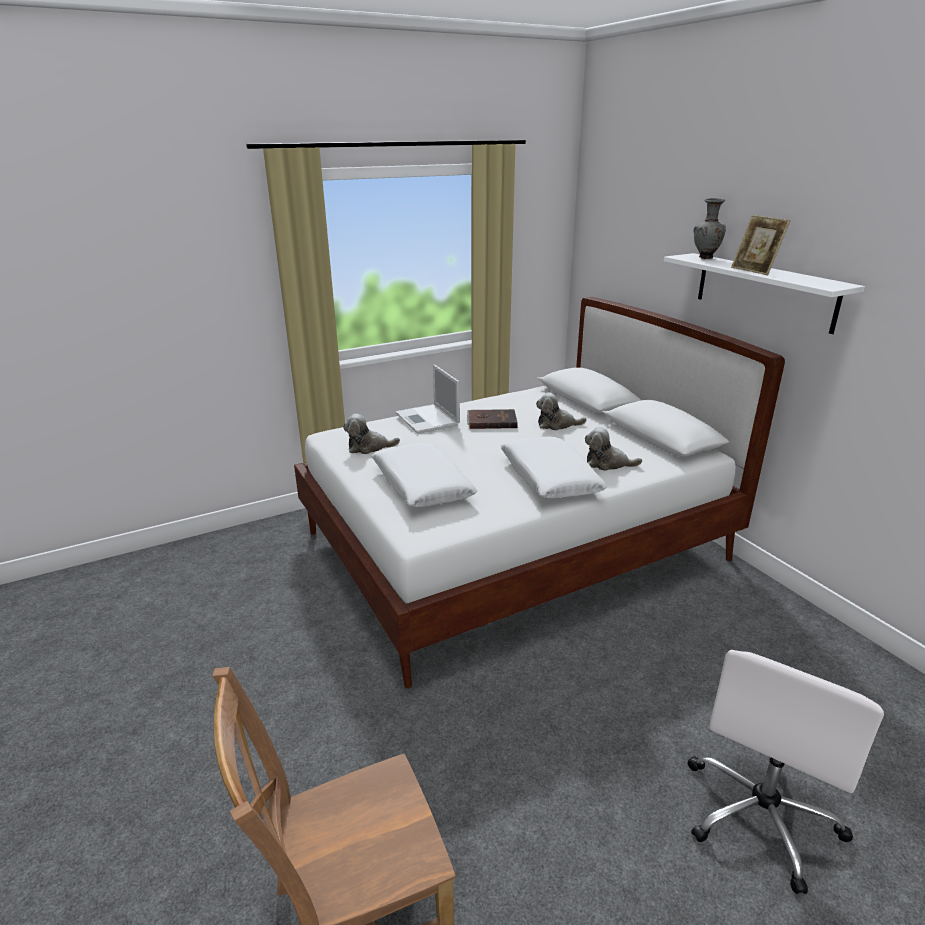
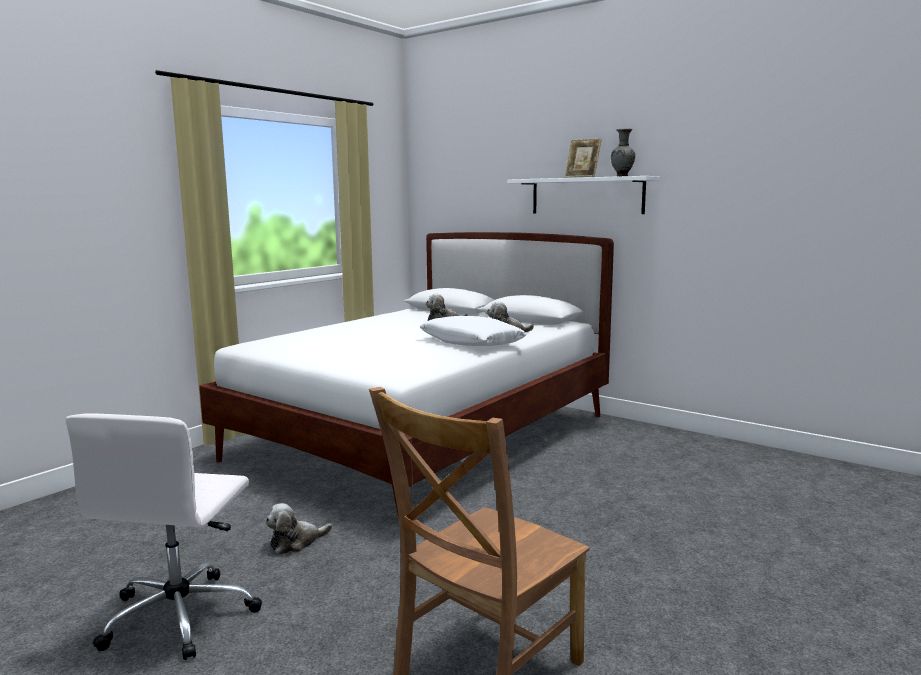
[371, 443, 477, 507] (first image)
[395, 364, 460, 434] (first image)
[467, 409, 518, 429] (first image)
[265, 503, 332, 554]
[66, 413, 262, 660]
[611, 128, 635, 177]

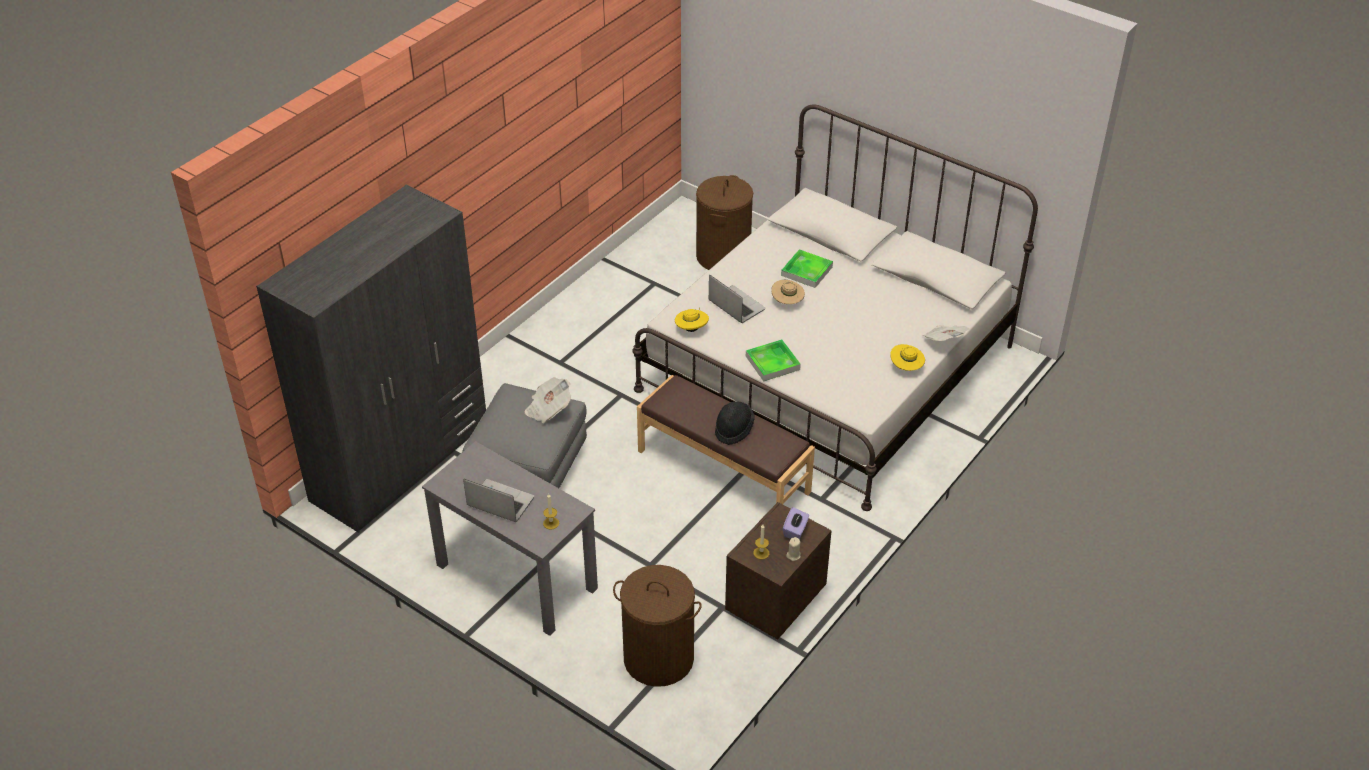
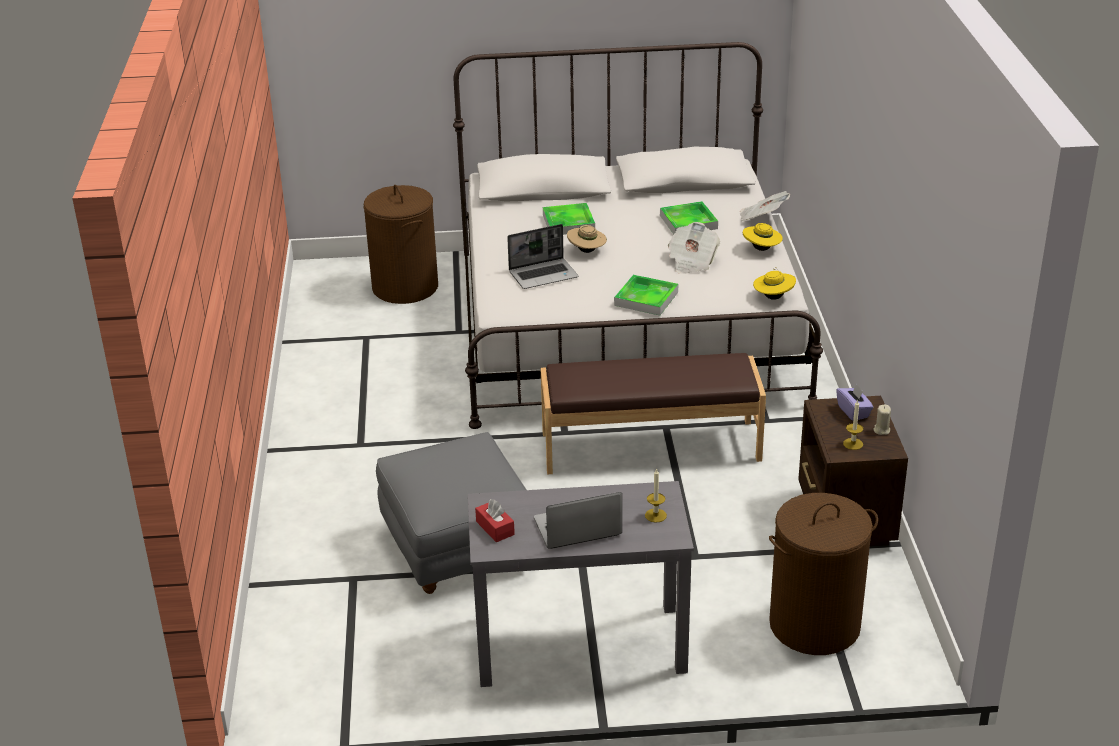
[256, 185, 486, 533] (first image)
[715, 401, 755, 445] (first image)
[475, 499, 515, 542]
[660, 201, 718, 234]
[668, 222, 720, 274]
[753, 267, 796, 300]
[507, 224, 579, 289]

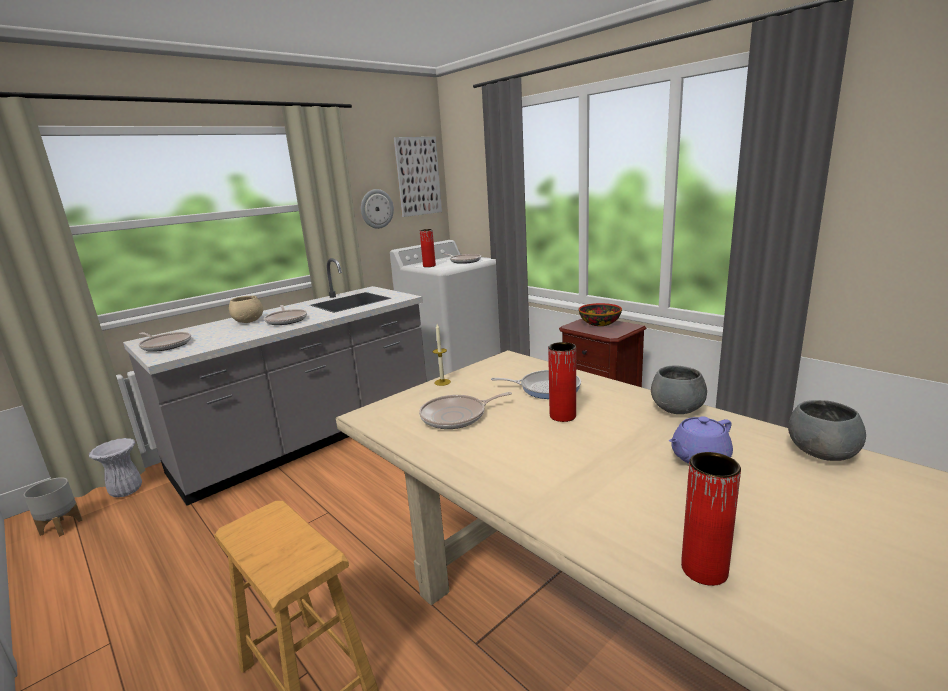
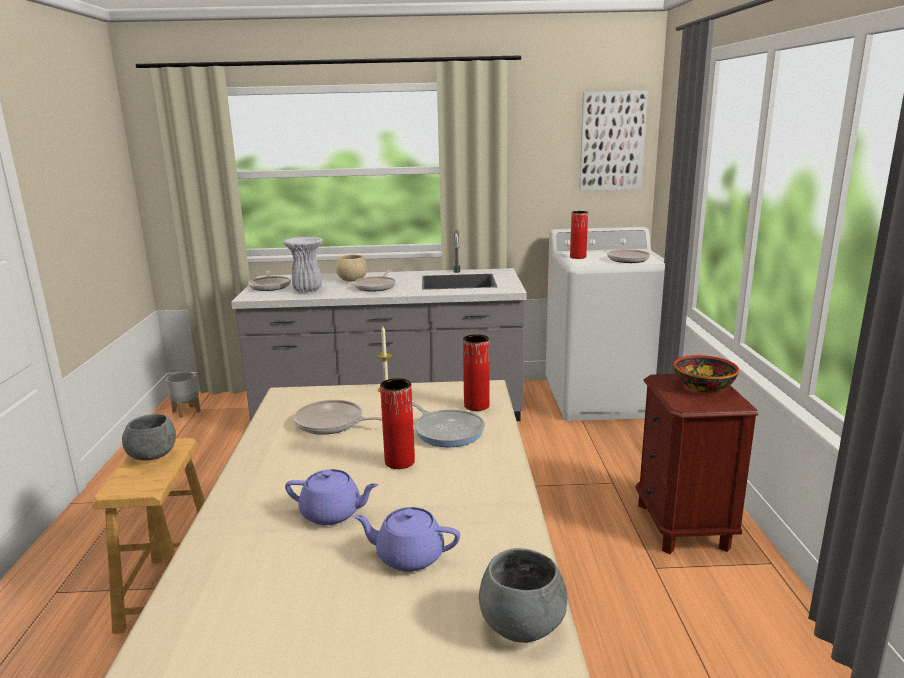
[361, 189, 394, 229] (first image)
[285, 469, 379, 525]
[283, 237, 323, 292]
[122, 414, 176, 461]
[463, 334, 490, 411]

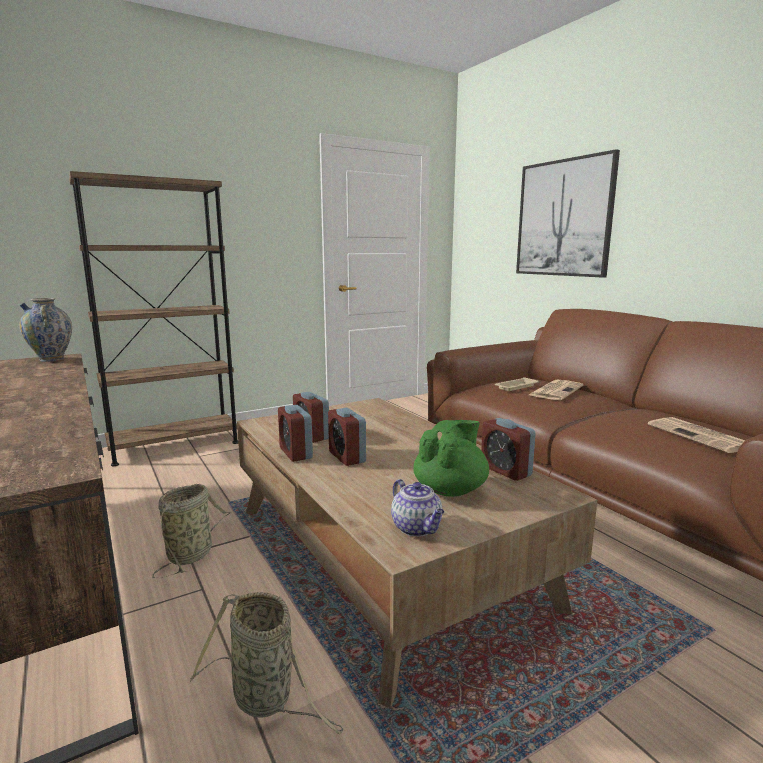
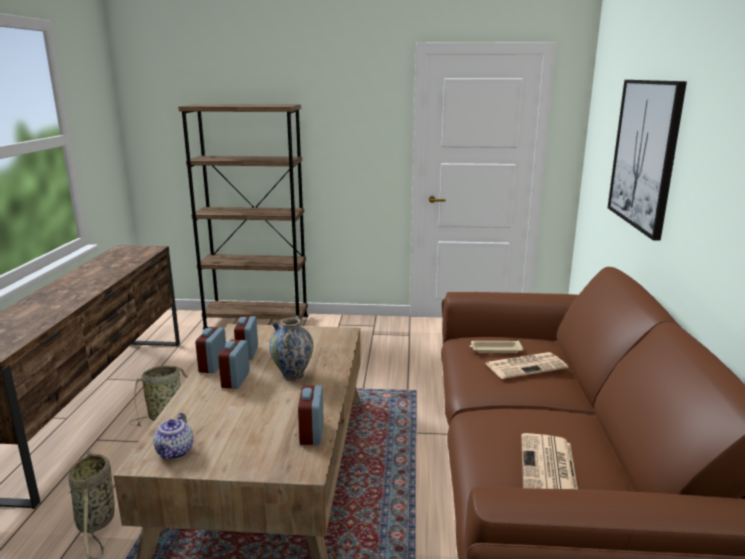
[413, 420, 489, 497] (first image)
[269, 316, 313, 381]

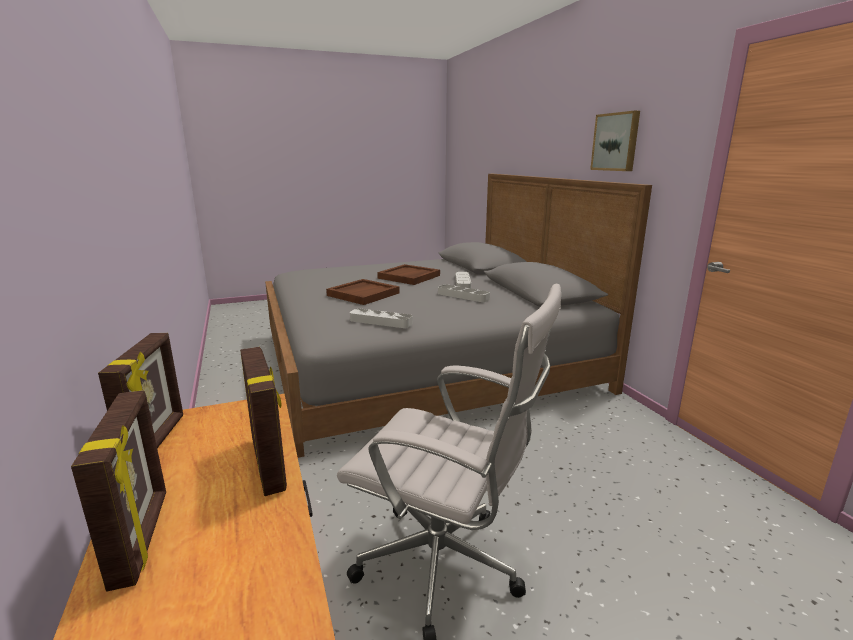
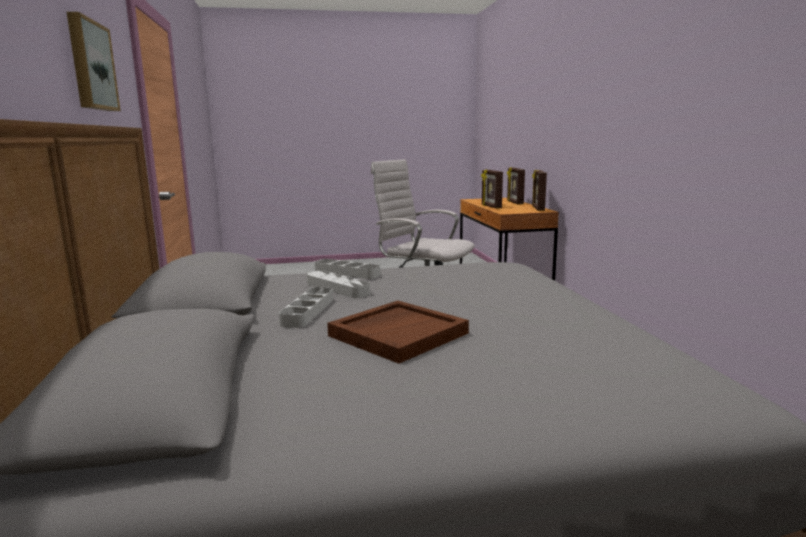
[326, 279, 399, 305] (first image)
[314, 259, 380, 279]

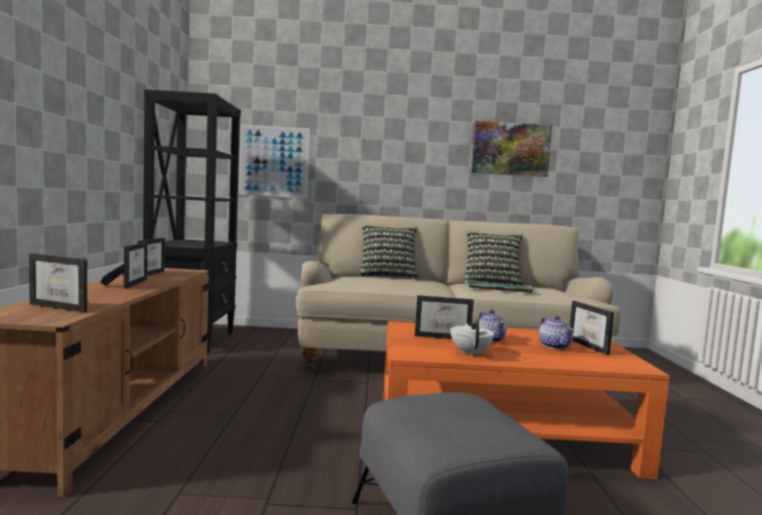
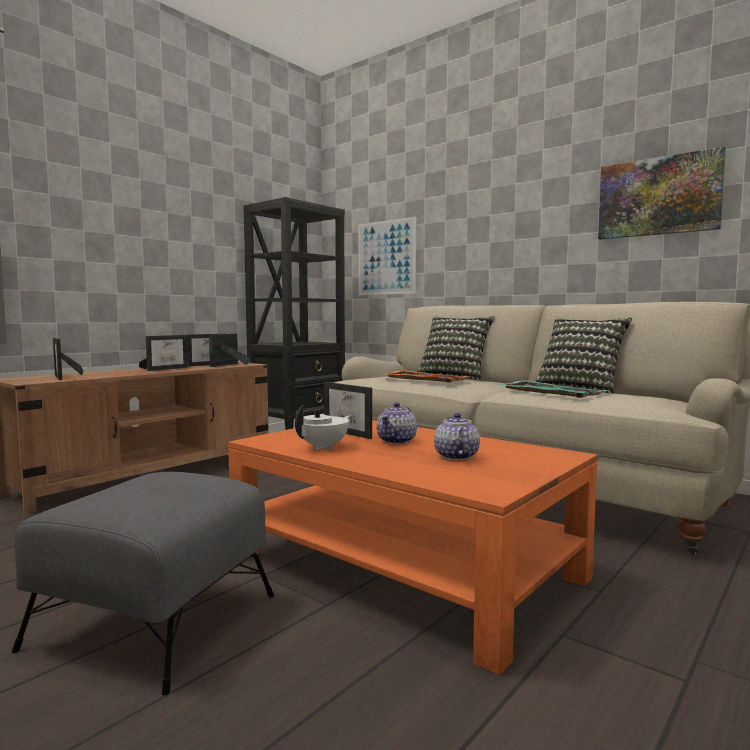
[379, 370, 471, 383]
[209, 334, 251, 367]
[434, 413, 480, 460]

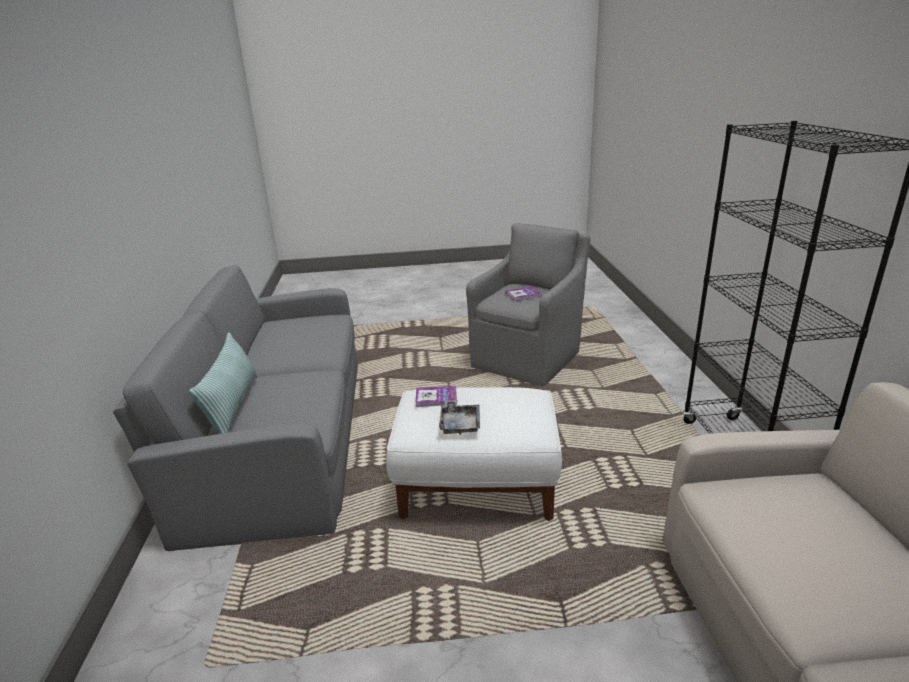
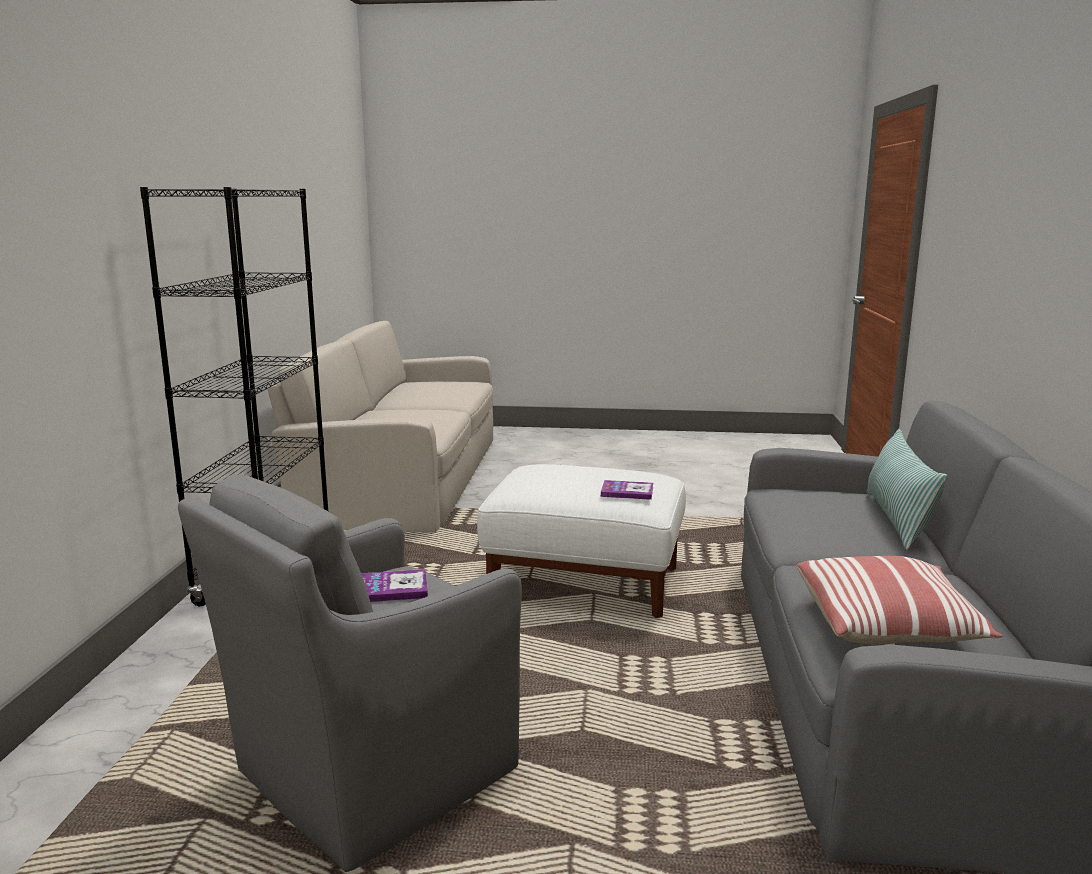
[439, 400, 480, 435] (first image)
[797, 556, 1003, 645]

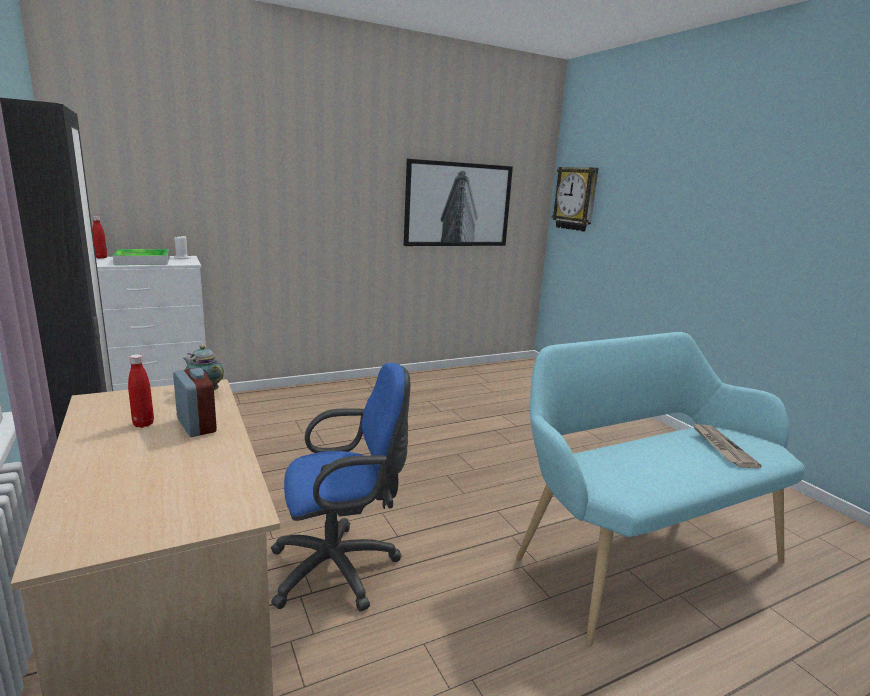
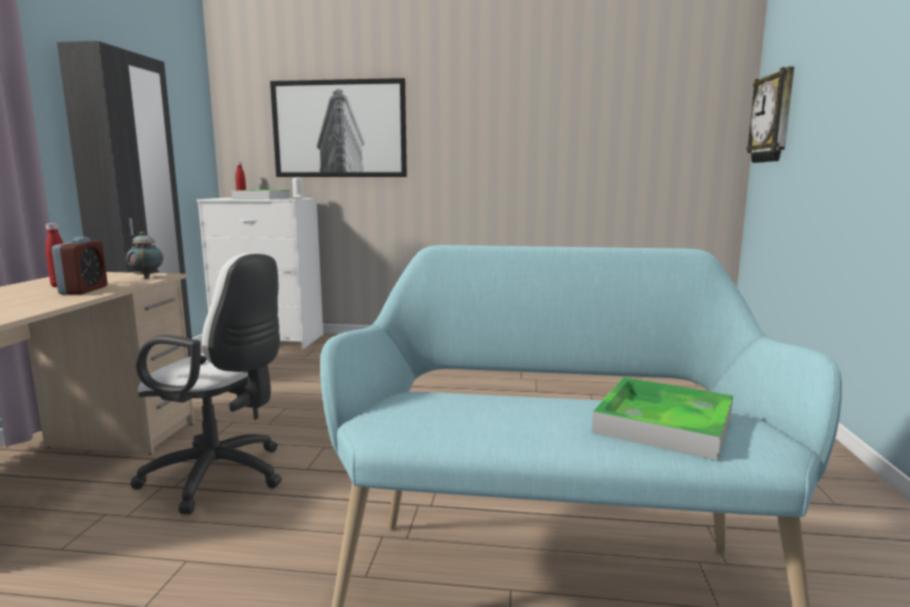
[270, 78, 407, 177]
[592, 377, 733, 461]
[130, 253, 282, 514]

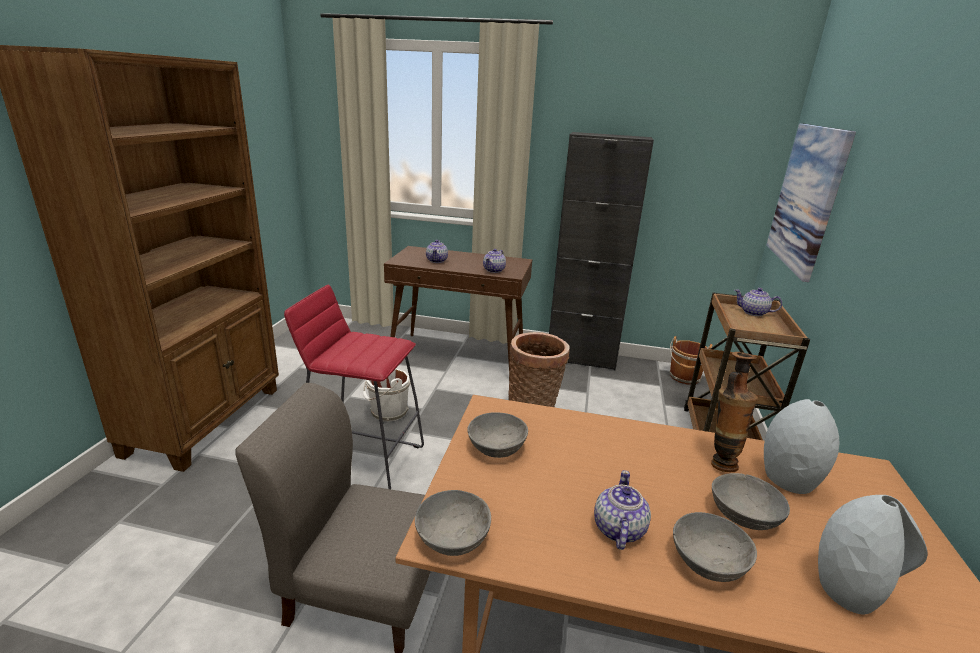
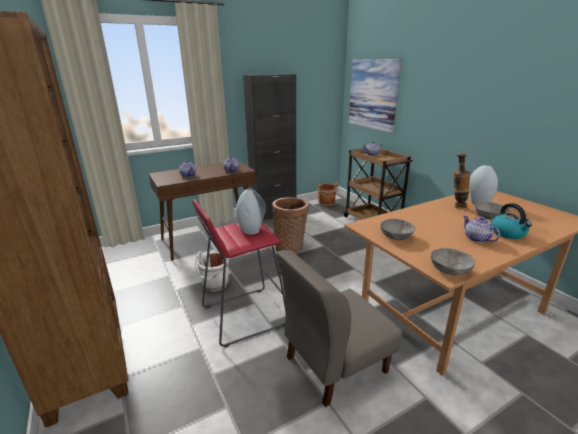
[236, 188, 266, 235]
[491, 203, 532, 239]

